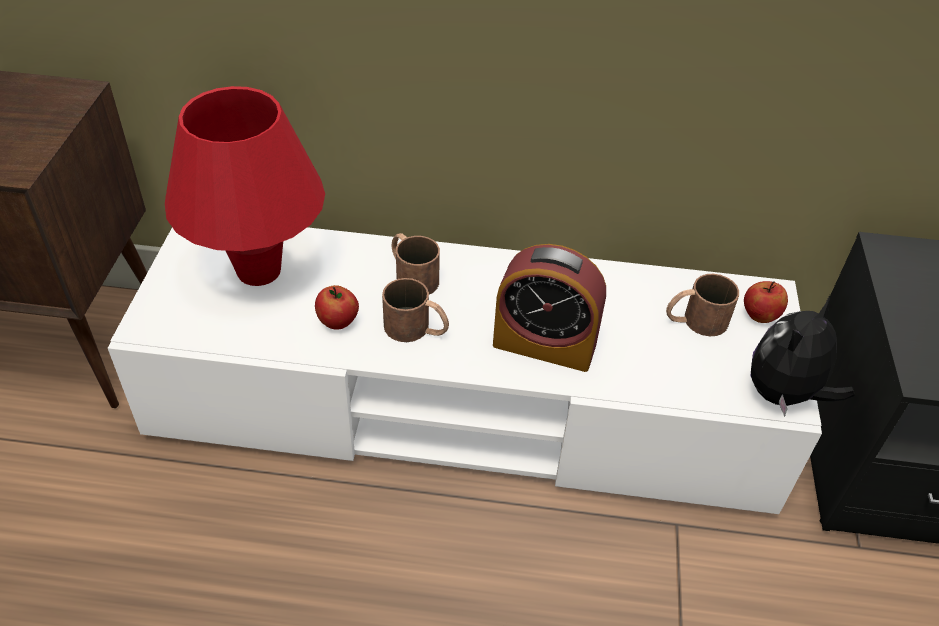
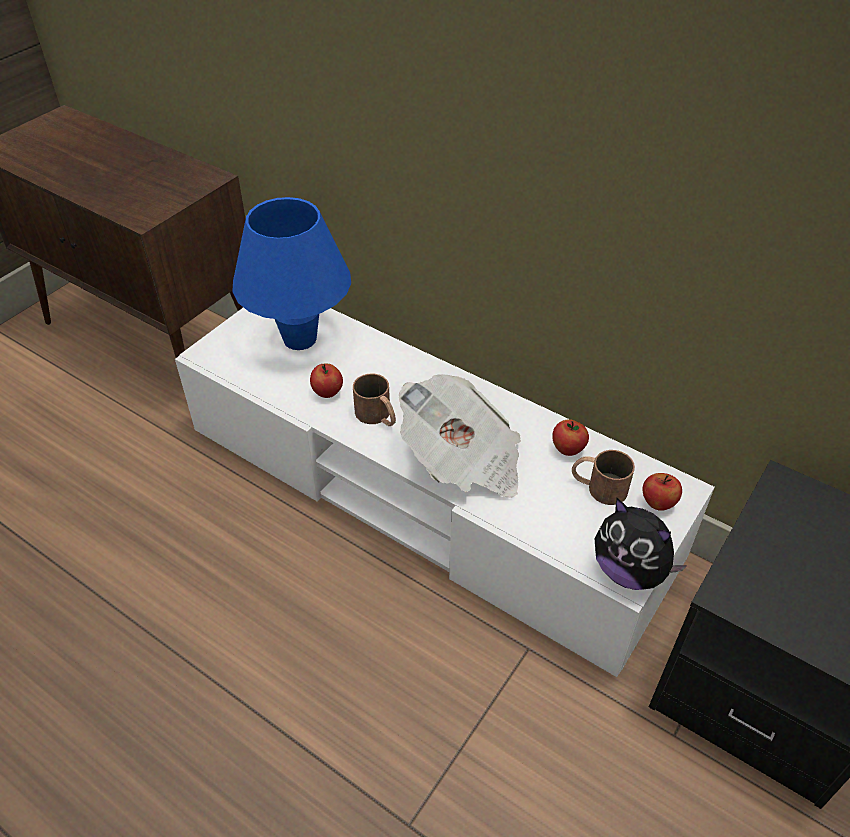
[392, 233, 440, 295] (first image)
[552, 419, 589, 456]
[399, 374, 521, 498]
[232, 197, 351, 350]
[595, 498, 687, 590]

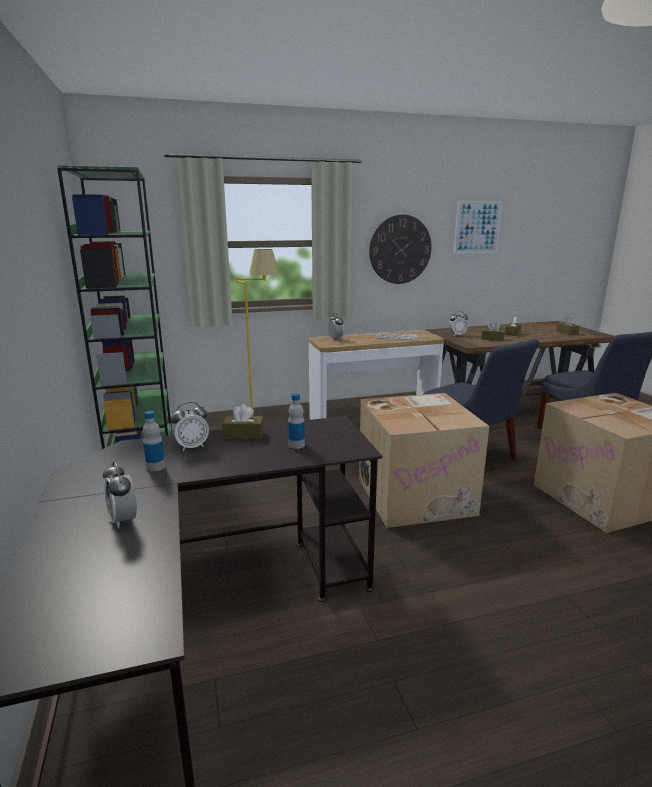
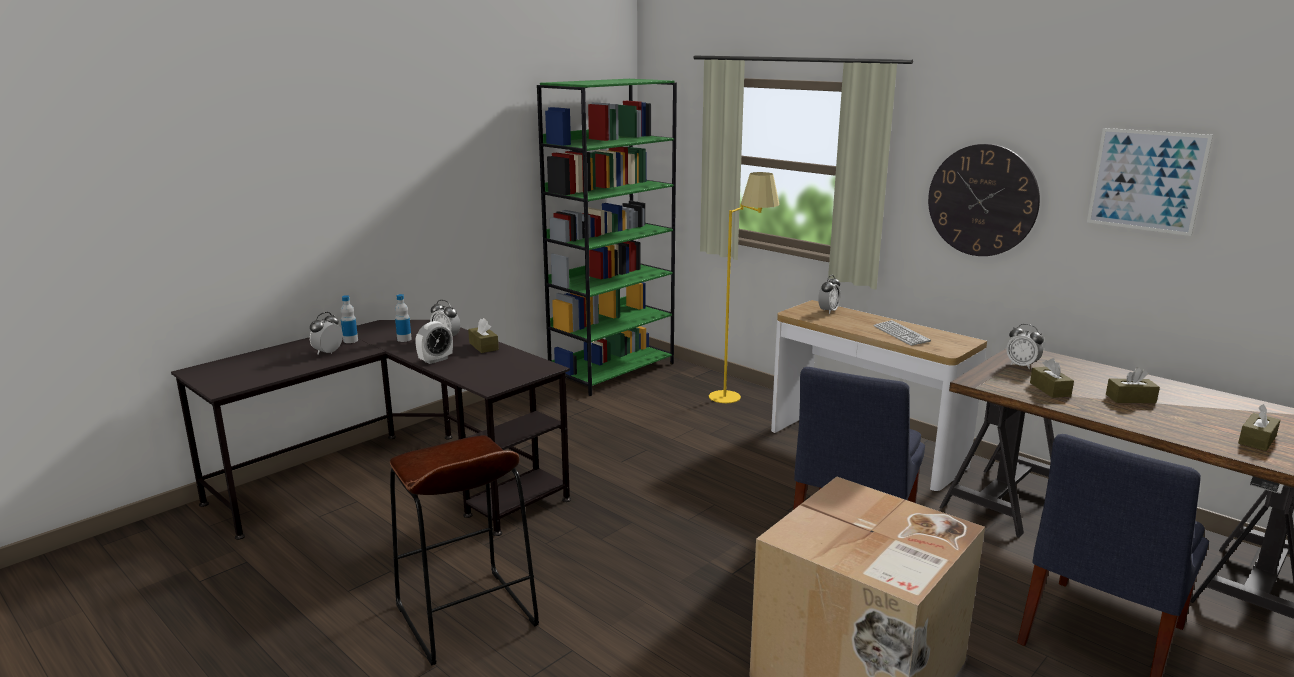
[359, 393, 490, 528] (first image)
[390, 435, 539, 666]
[415, 321, 453, 364]
[341, 295, 358, 343]

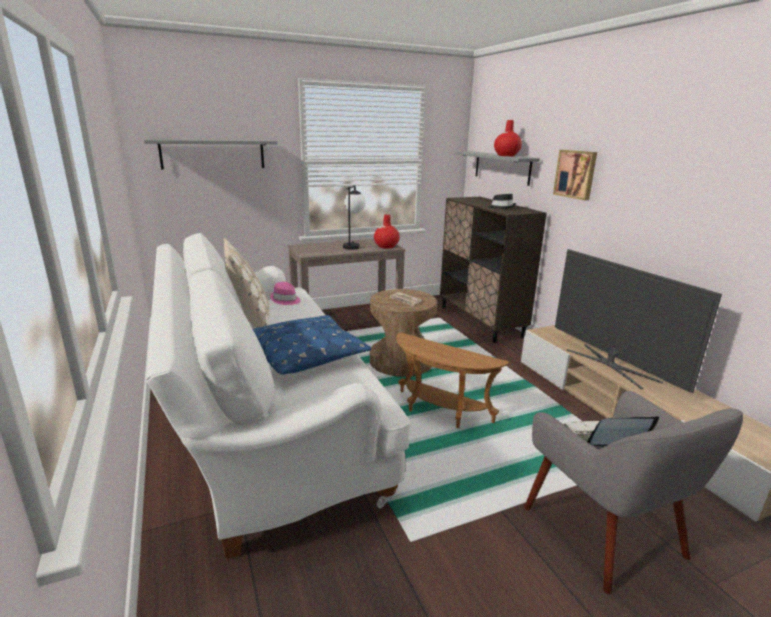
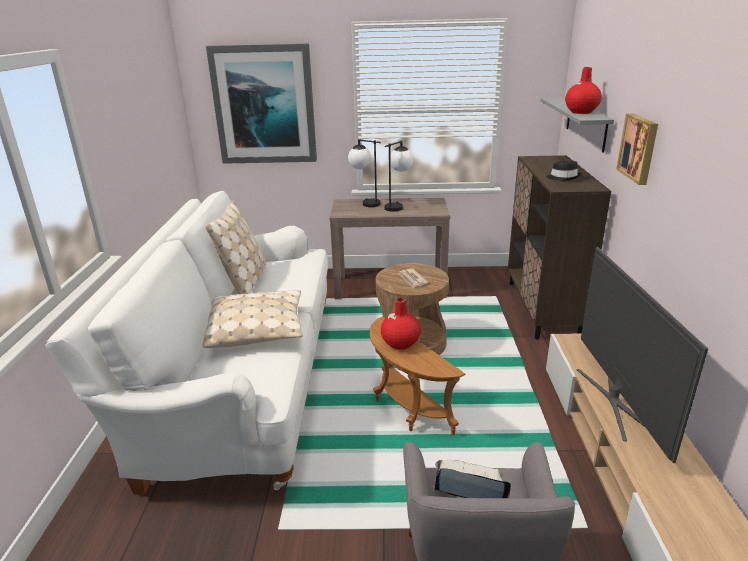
[270, 282, 301, 305] (first image)
[348, 139, 381, 207]
[381, 298, 421, 349]
[206, 44, 317, 164]
[202, 290, 303, 348]

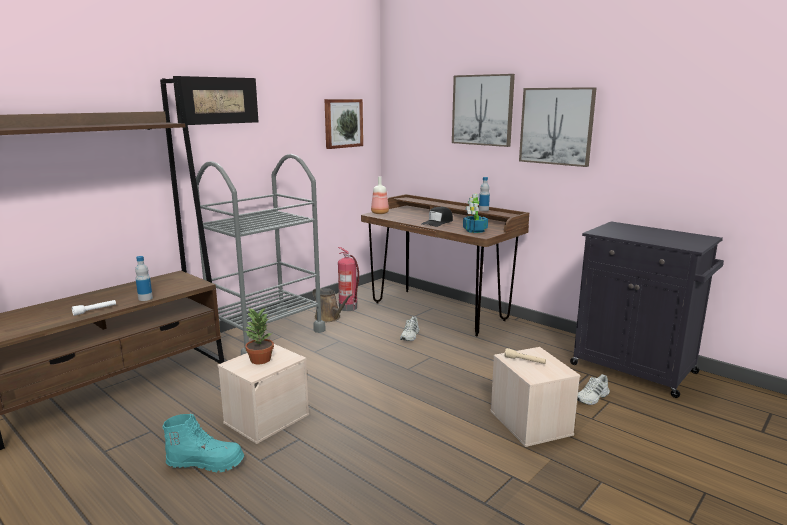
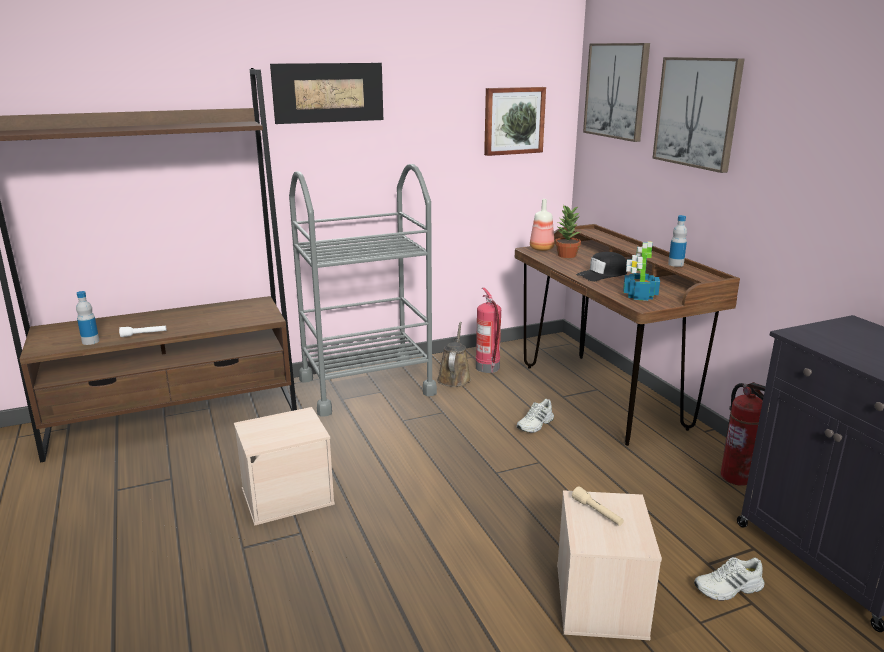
[163, 413, 244, 472] (first image)
[721, 382, 766, 486]
[76, 291, 99, 345]
[555, 205, 582, 258]
[583, 43, 650, 142]
[437, 322, 471, 387]

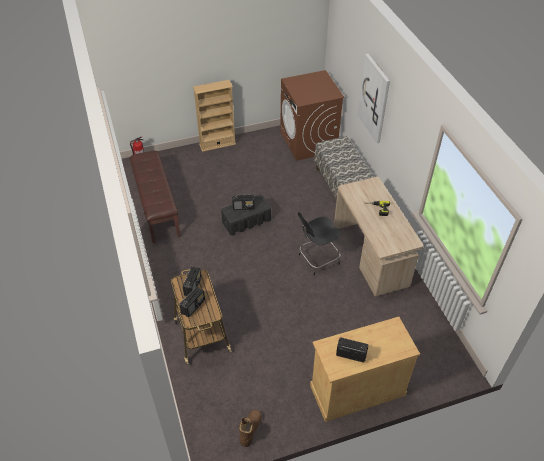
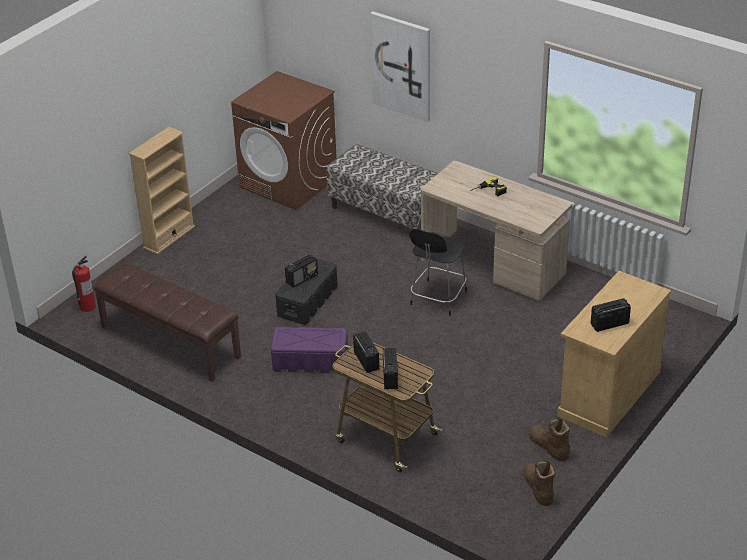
[271, 327, 348, 373]
[529, 418, 570, 461]

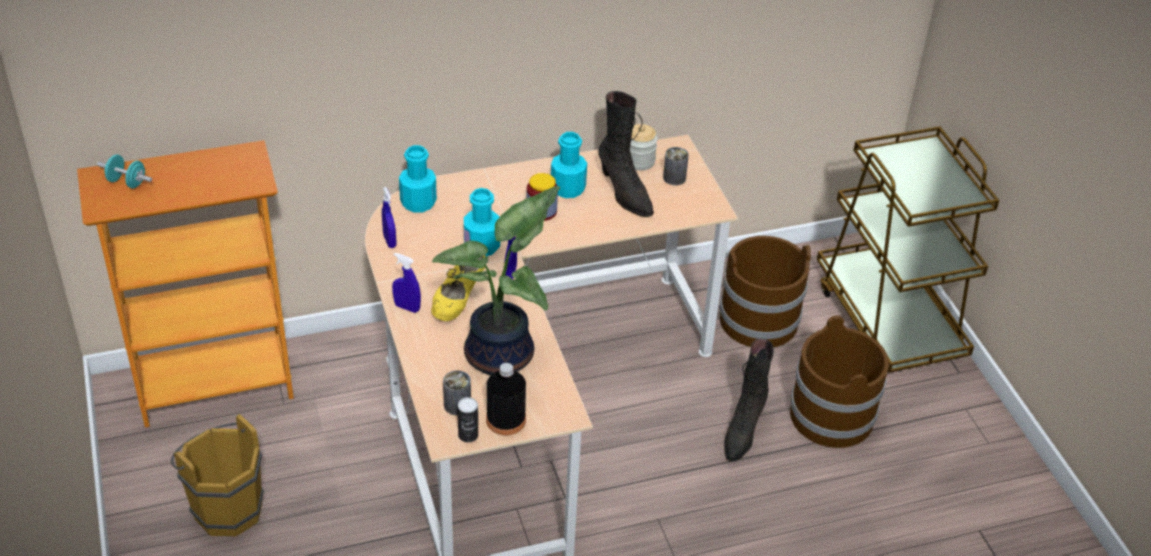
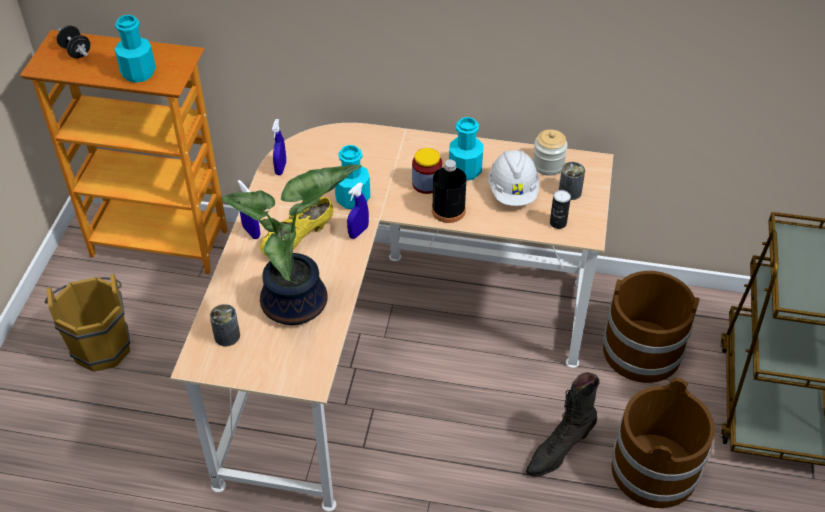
[115, 15, 156, 83]
[550, 190, 571, 229]
[432, 160, 466, 223]
[488, 150, 539, 206]
[57, 26, 91, 58]

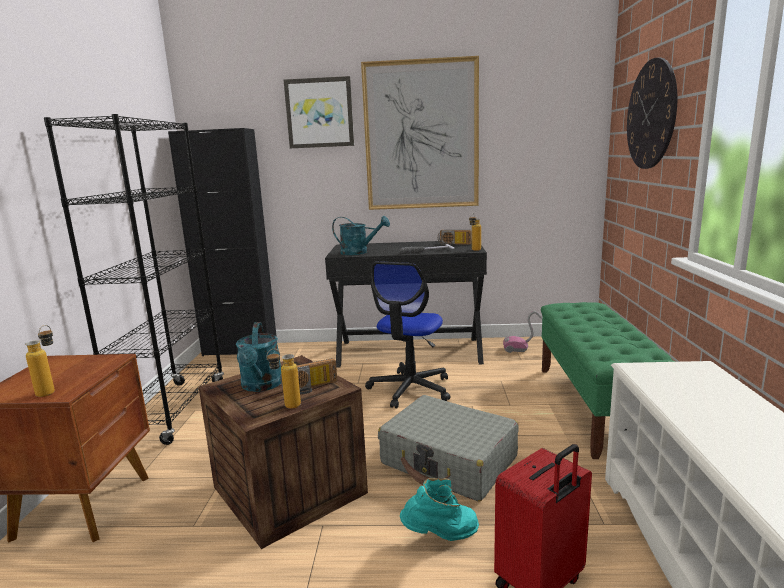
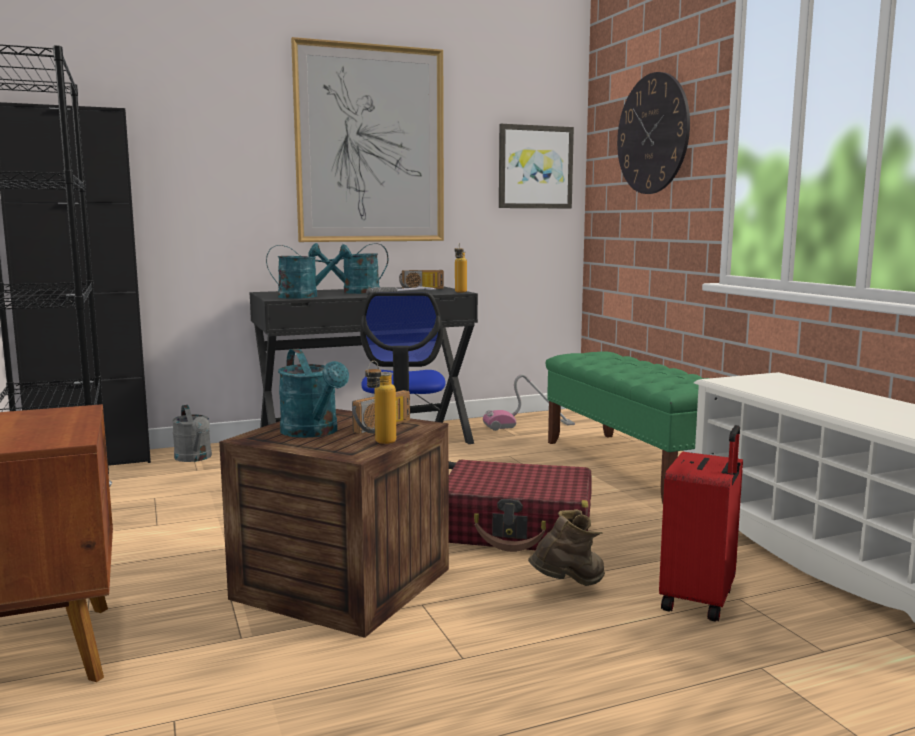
[25, 325, 55, 397] (first image)
[172, 405, 212, 462]
[308, 243, 388, 294]
[499, 124, 574, 209]
[449, 459, 592, 552]
[528, 509, 605, 586]

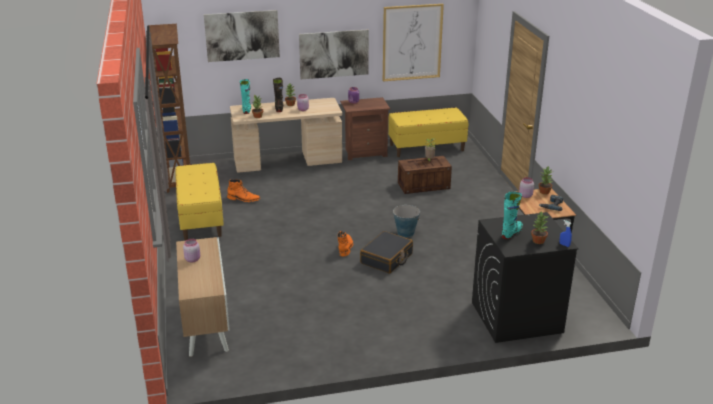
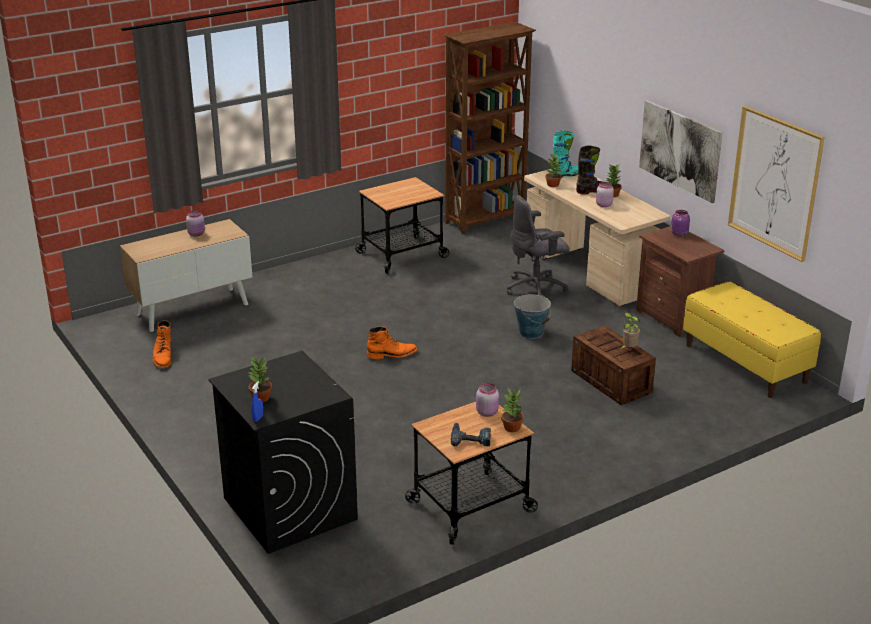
[204, 10, 280, 62] (first image)
[360, 231, 413, 273] (first image)
[502, 192, 523, 239] (first image)
[507, 195, 569, 296]
[152, 320, 171, 368]
[514, 294, 551, 339]
[355, 177, 449, 274]

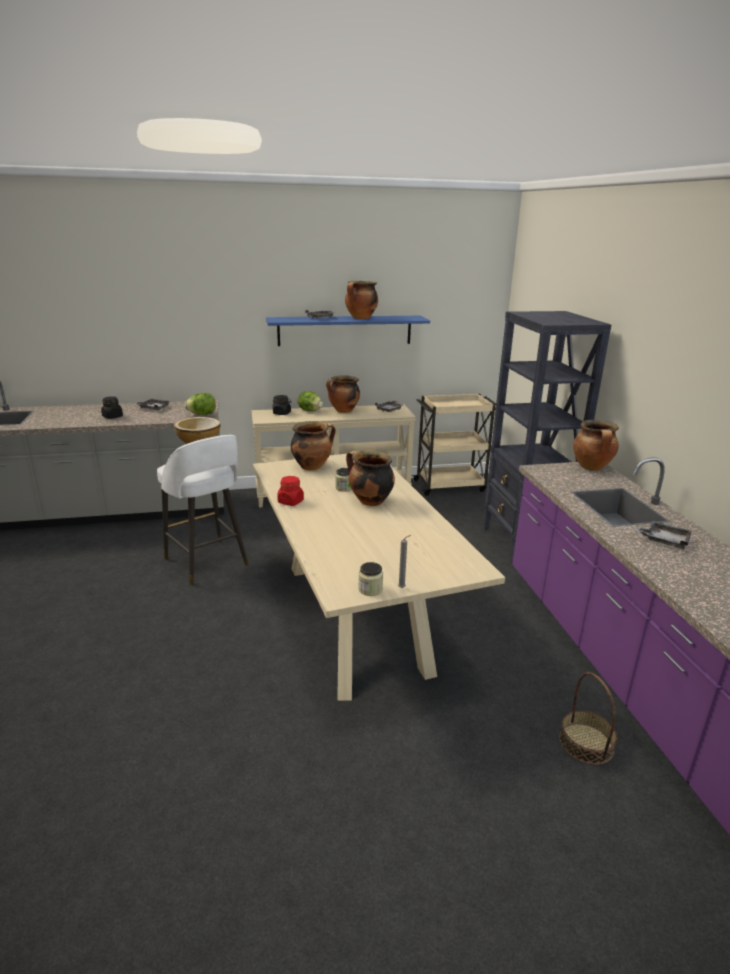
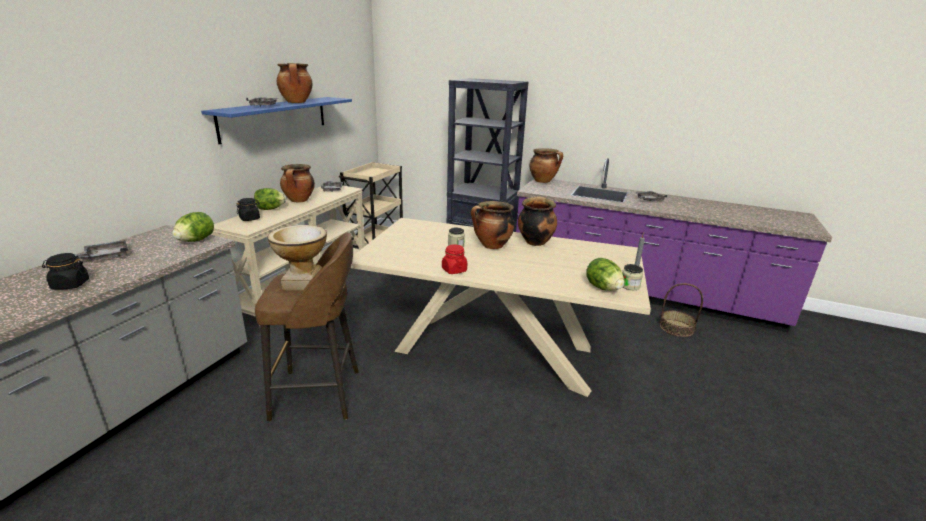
[586, 258, 624, 291]
[518, 196, 557, 246]
[255, 232, 359, 421]

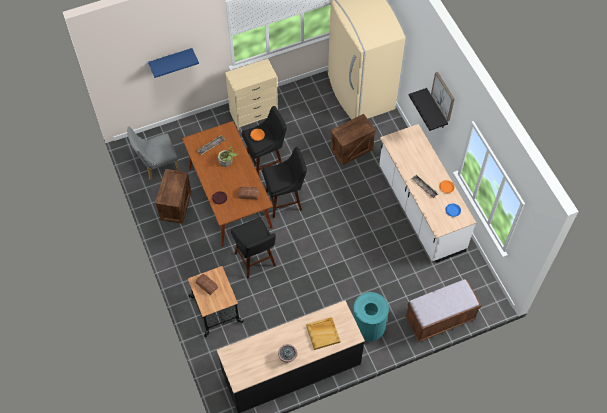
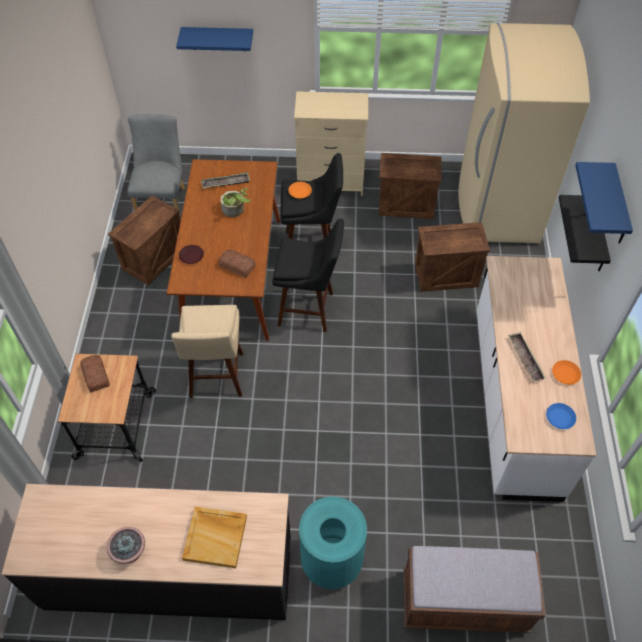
[379, 153, 442, 219]
[575, 162, 633, 244]
[171, 305, 243, 398]
[128, 114, 185, 221]

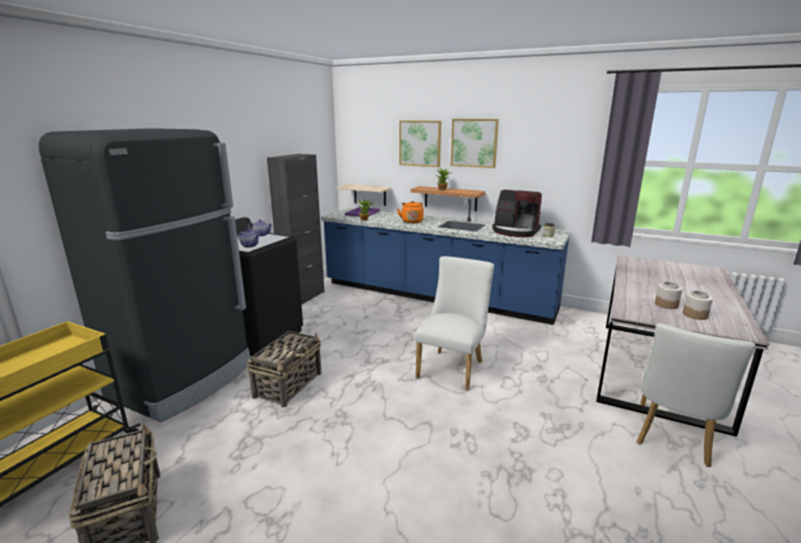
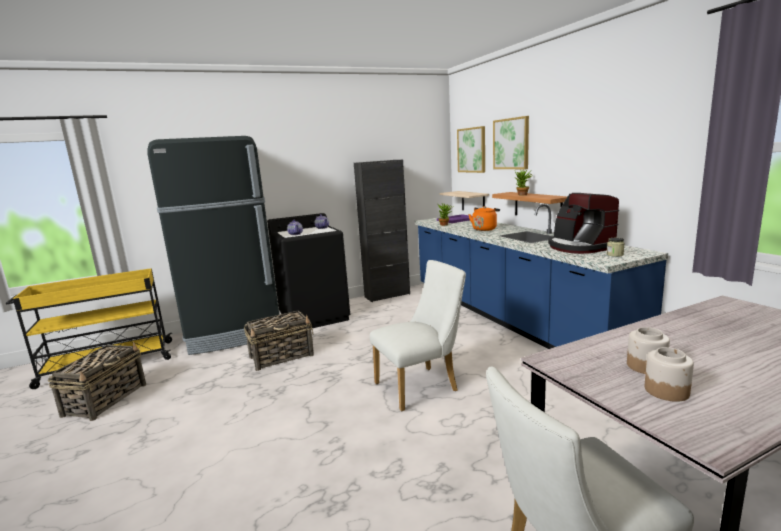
[457, 126, 485, 173]

